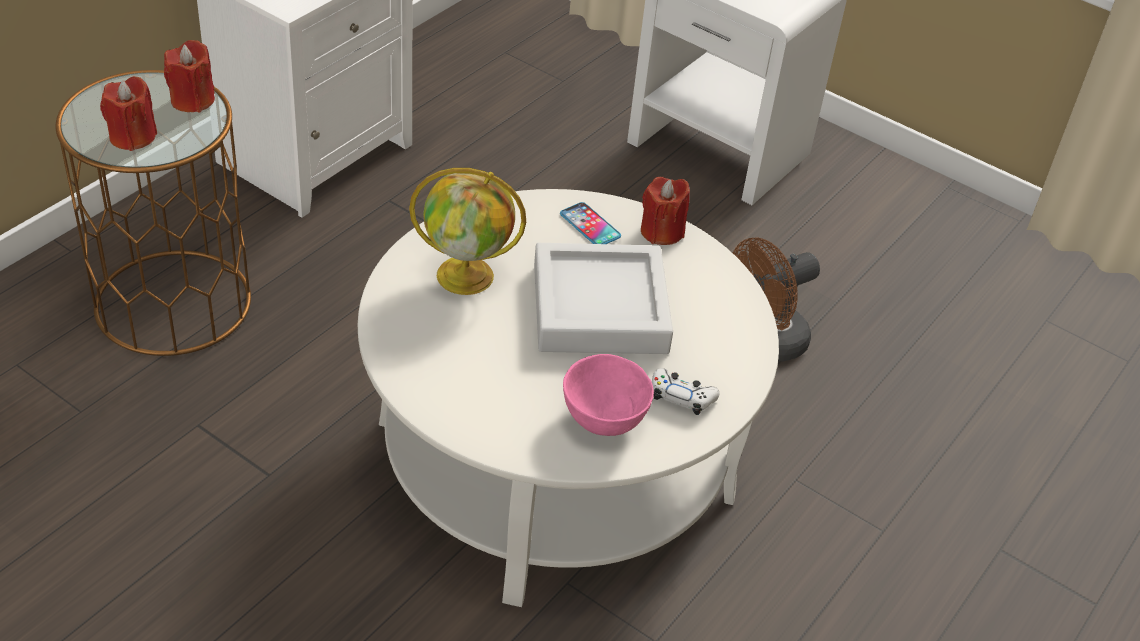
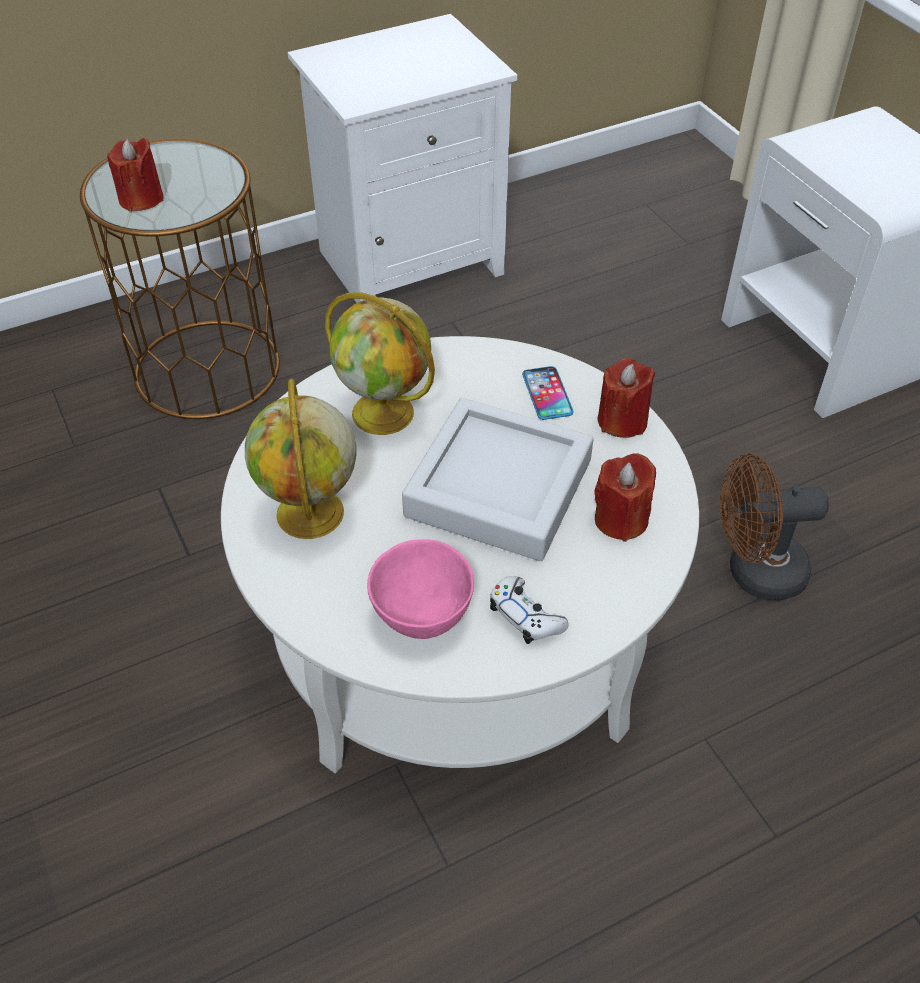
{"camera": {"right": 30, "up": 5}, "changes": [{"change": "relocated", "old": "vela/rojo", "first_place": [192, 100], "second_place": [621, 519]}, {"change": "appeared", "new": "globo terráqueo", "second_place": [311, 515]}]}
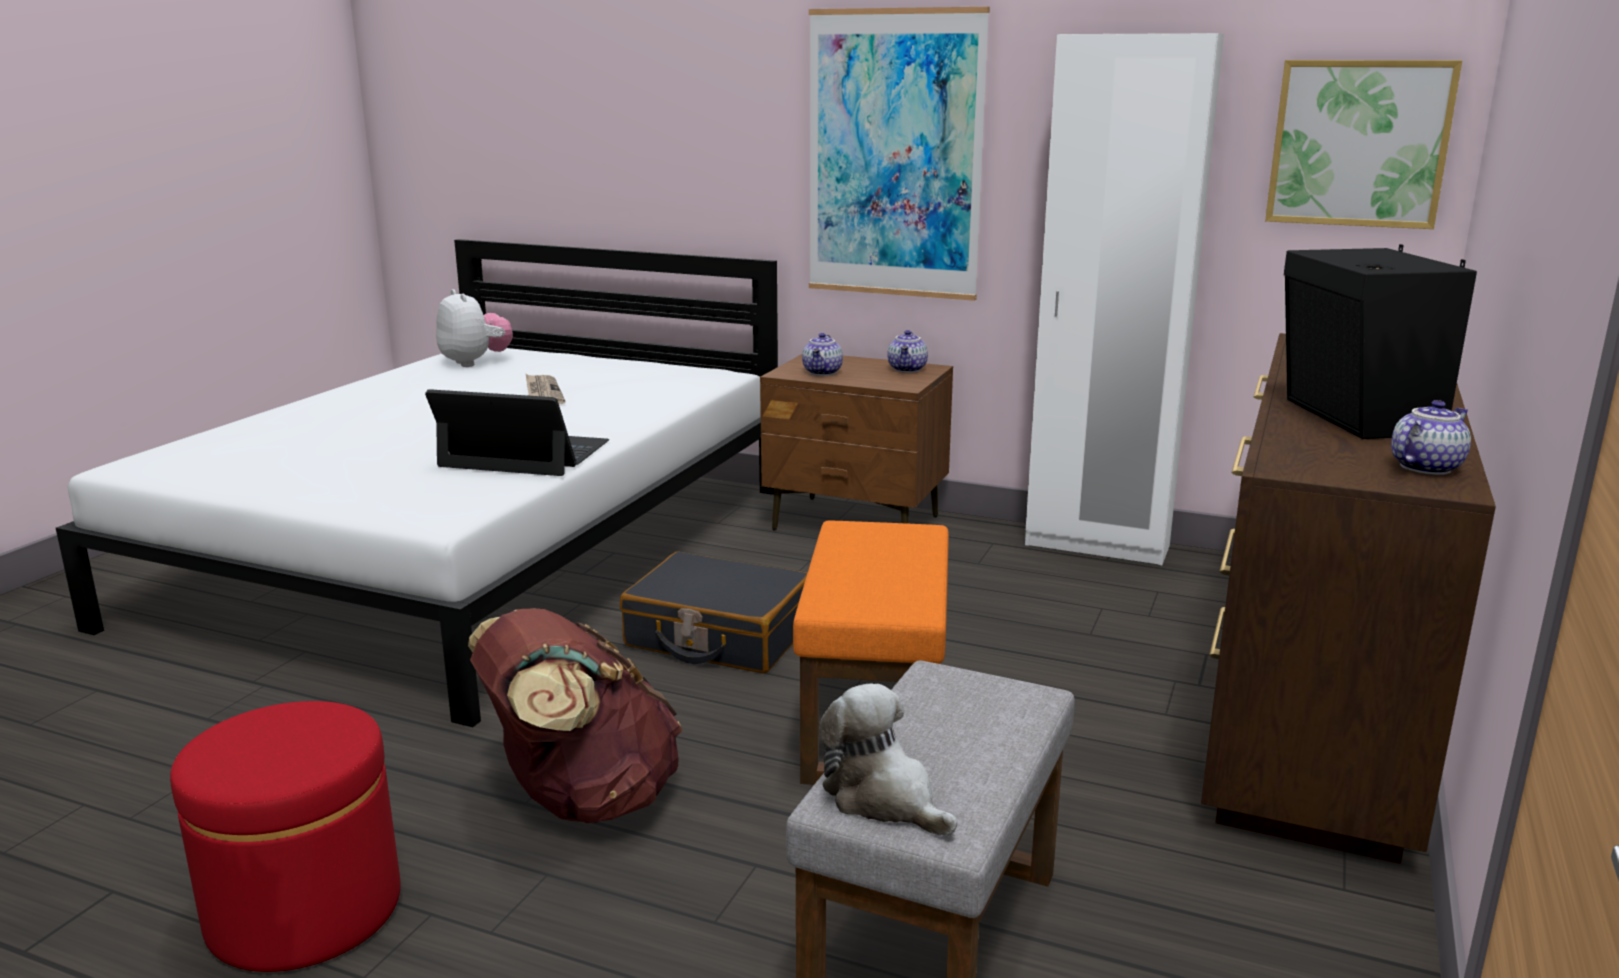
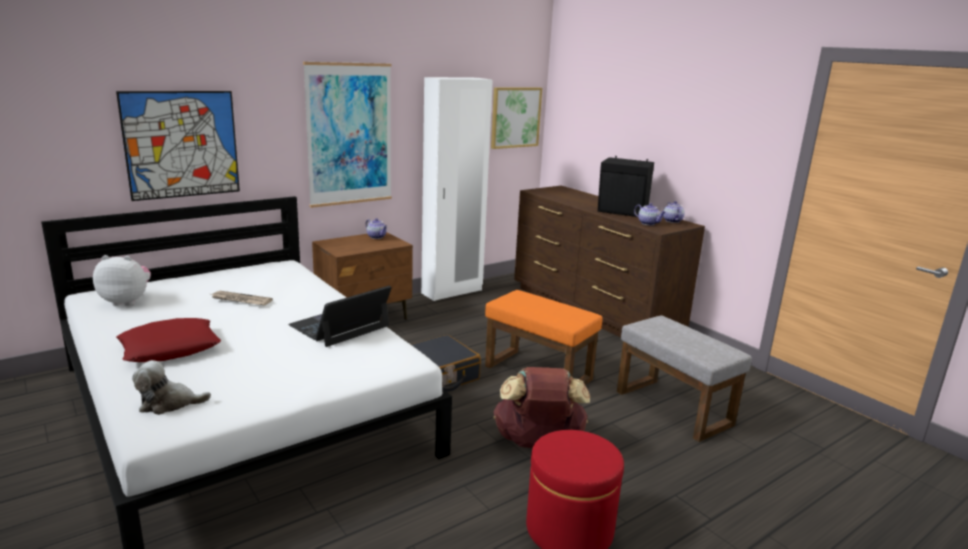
{"camera": {"right": -60, "up": 0}, "changes": [{"change": "relocated", "old": "tetera", "first_place": [823, 372], "second_place": [648, 223]}, {"change": "relocated", "old": "peluche", "first_place": [884, 798], "second_place": [169, 403]}, {"change": "appeared", "new": "cuadro", "second_place": [182, 144]}, {"change": "appeared", "new": "cojín/rojo", "second_place": [170, 348]}]}
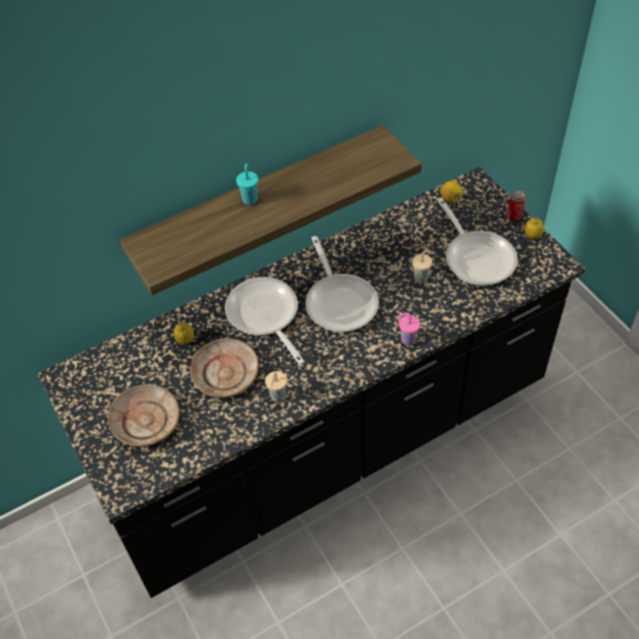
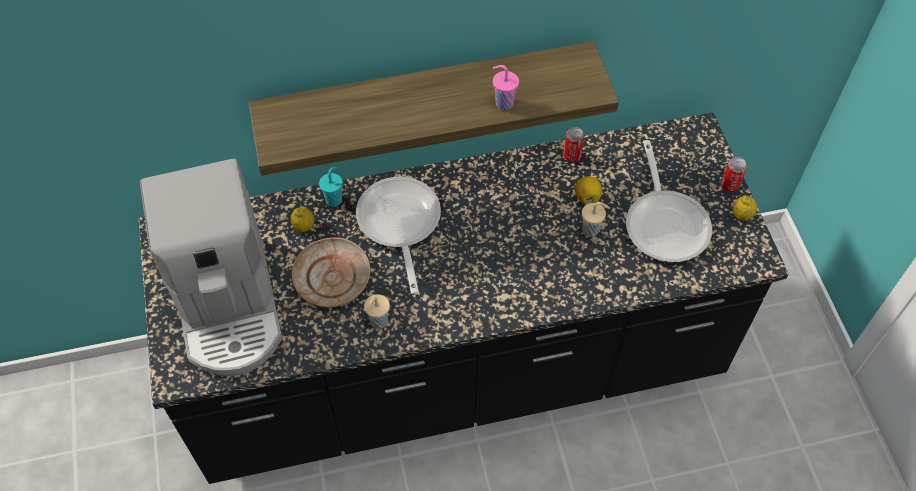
{"camera": {"right": 15, "up": 5}, "changes": [{"change": "relocated", "old": "taza/turquesa", "first_place": [250, 199], "second_place": [334, 199]}, {"change": "relocated", "old": "limón", "first_place": [451, 199], "second_place": [587, 197]}, {"change": "missing", "old": "sartén", "first_place": [340, 301]}, {"change": "relocated", "old": "taza/rosa", "first_place": [407, 339], "second_place": [503, 102]}, {"change": "exchanged", "old": "plato/beis", "new": "cafetera", "first_place": [146, 421], "second_place": [229, 306]}, {"change": "appeared", "new": "lata", "second_place": [572, 156]}]}
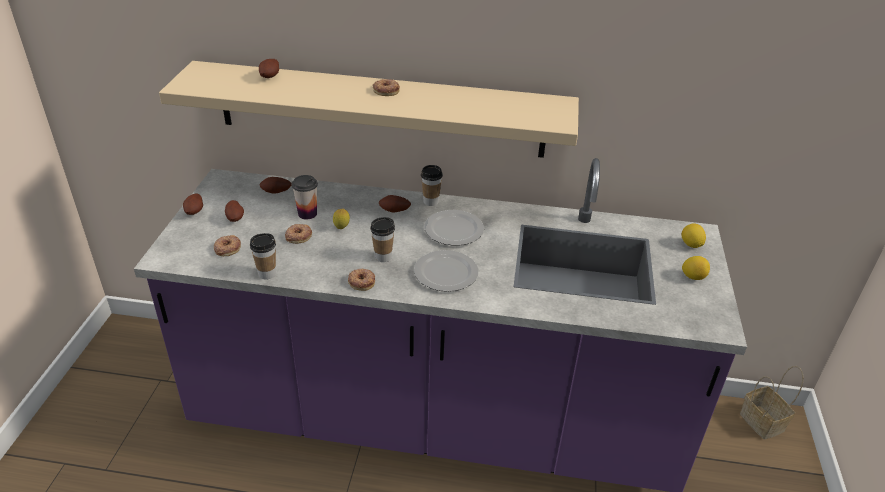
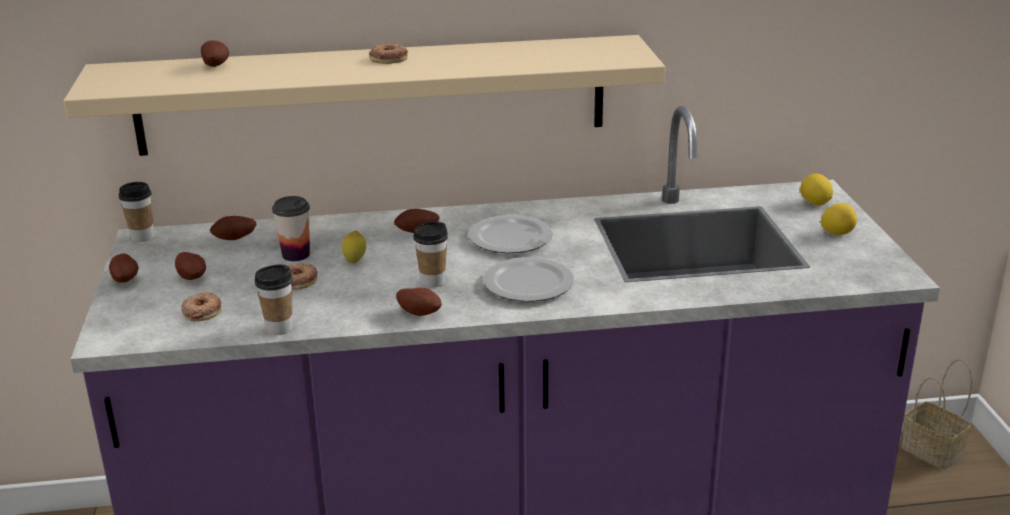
{"camera": {"right": -15, "up": -10}, "changes": [{"change": "relocated", "old": "taza", "first_place": [431, 201], "second_place": [142, 237]}, {"change": "exchanged", "old": "rosquilla", "new": "patata", "first_place": [362, 281], "second_place": [420, 312]}]}
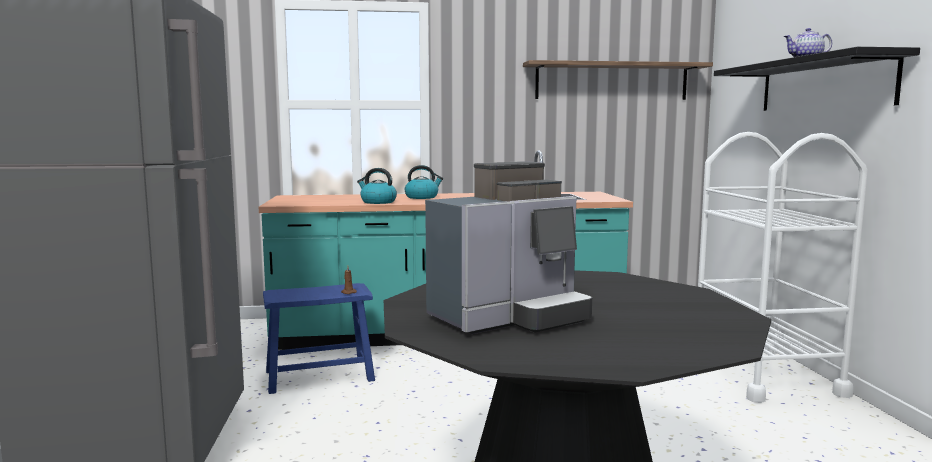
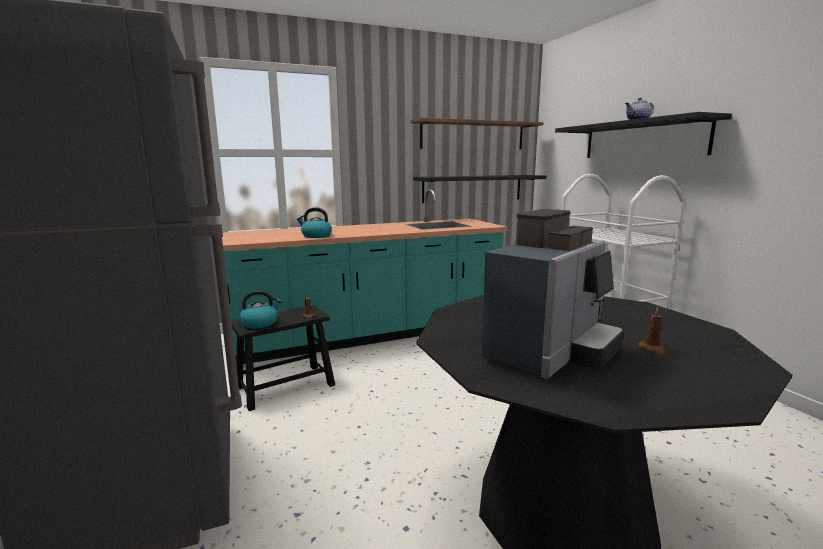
{"camera": {"right": -15, "up": 5}, "changes": [{"change": "relocated", "old": "hervidor", "first_place": [422, 197], "second_place": [260, 323]}, {"change": "colour", "old": "taburete/azul", "new": "taburete/negro", "first_place": [319, 375], "second_place": [285, 386]}, {"change": "appeared", "new": "estante/negro", "second_place": [472, 188]}, {"change": "appeared", "new": "vela/marrón", "second_place": [652, 349]}]}
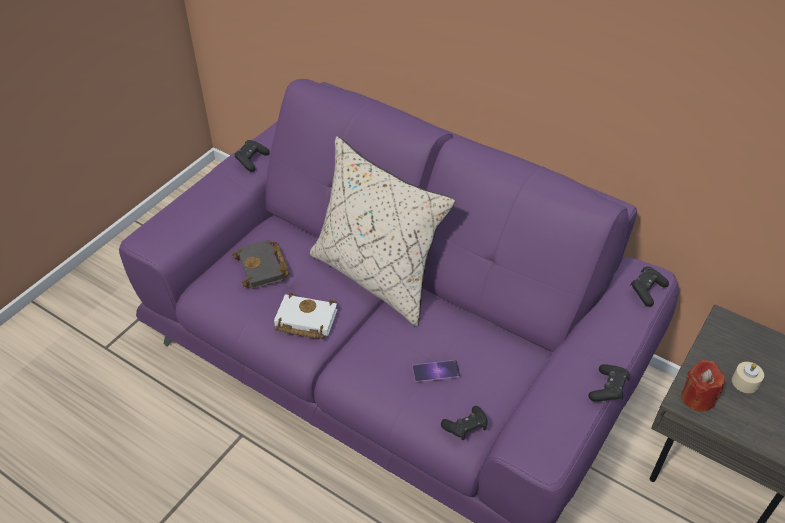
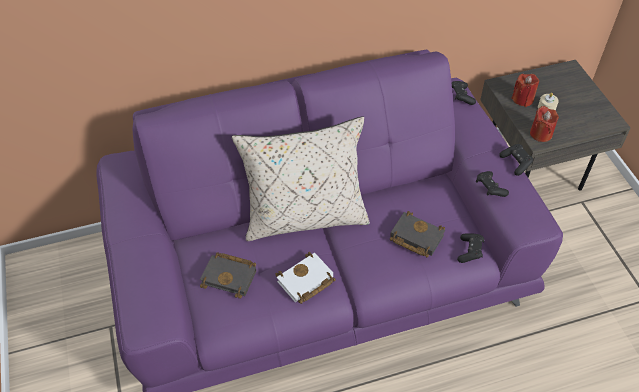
{"camera": {"right": -50, "up": 5}, "changes": [{"change": "relocated", "old": "mando de consola/negro", "first_place": [251, 160], "second_place": [489, 189]}, {"change": "exchanged", "old": "móvil", "new": "libro/negro", "first_place": [436, 371], "second_place": [414, 237]}, {"change": "appeared", "new": "vela/rojo", "second_place": [522, 99]}]}
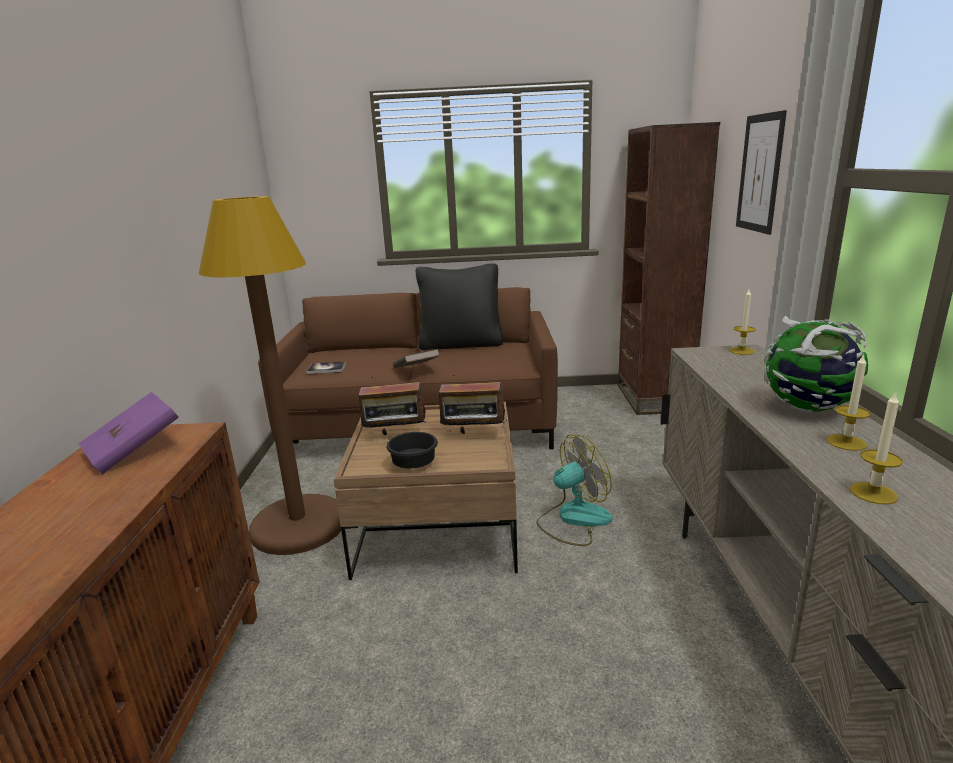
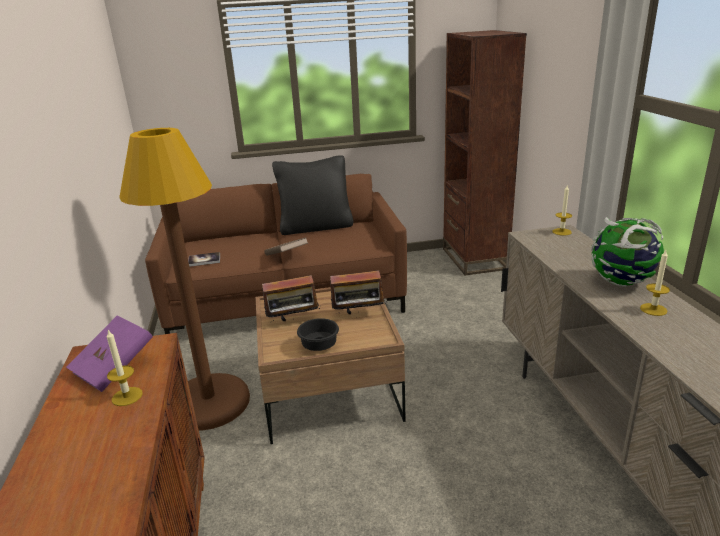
{"camera": {"right": -10, "up": 5}, "changes": [{"change": "missing", "old": "cuadro", "first_place": [760, 173]}, {"change": "relocated", "old": "vela", "first_place": [873, 493], "second_place": [127, 396]}, {"change": "missing", "old": "ventilador", "first_place": [573, 519]}]}
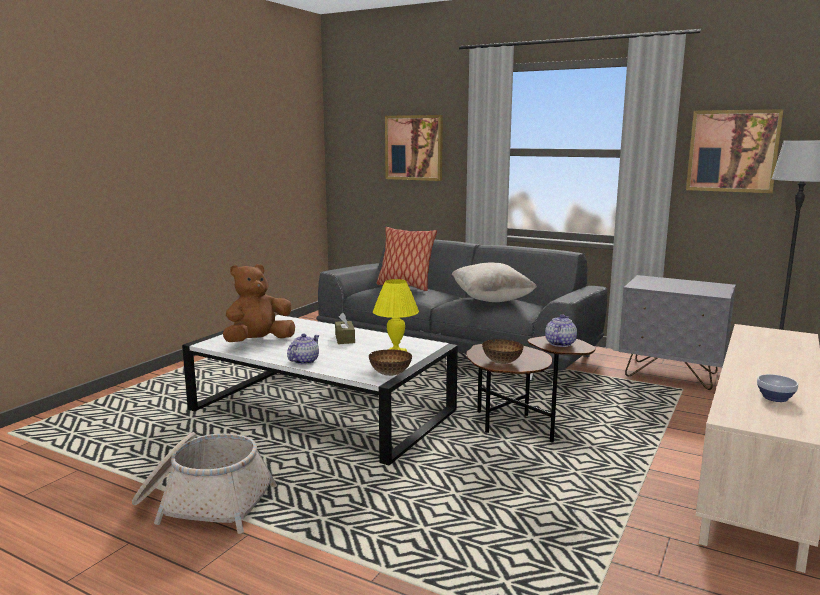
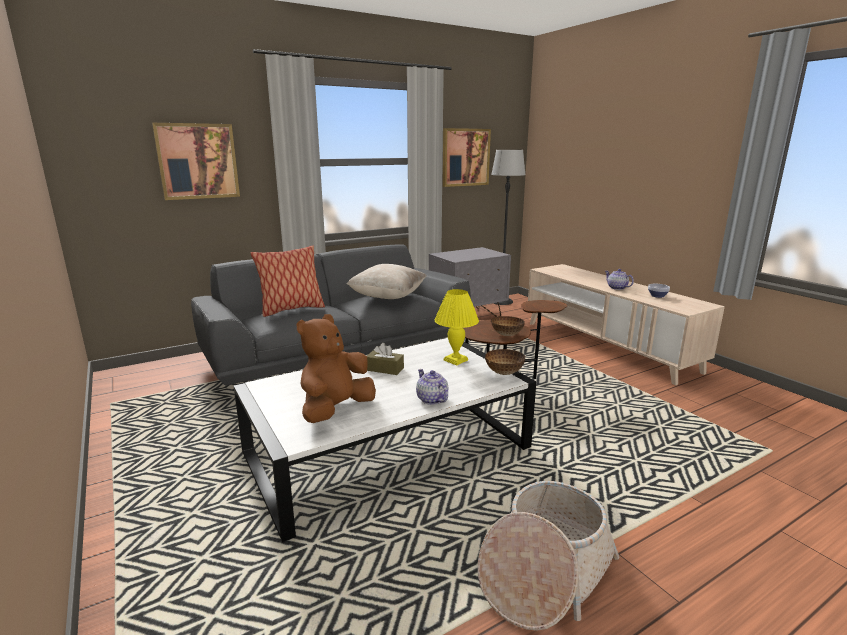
{"camera": {"right": -60, "up": 5}, "changes": [{"change": "spun", "old": "peluche/marrón", "first_place": [258, 342], "second_place": [336, 410], "degrees": 45}, {"change": "relocated", "old": "tetera", "first_place": [559, 343], "second_place": [616, 288]}]}
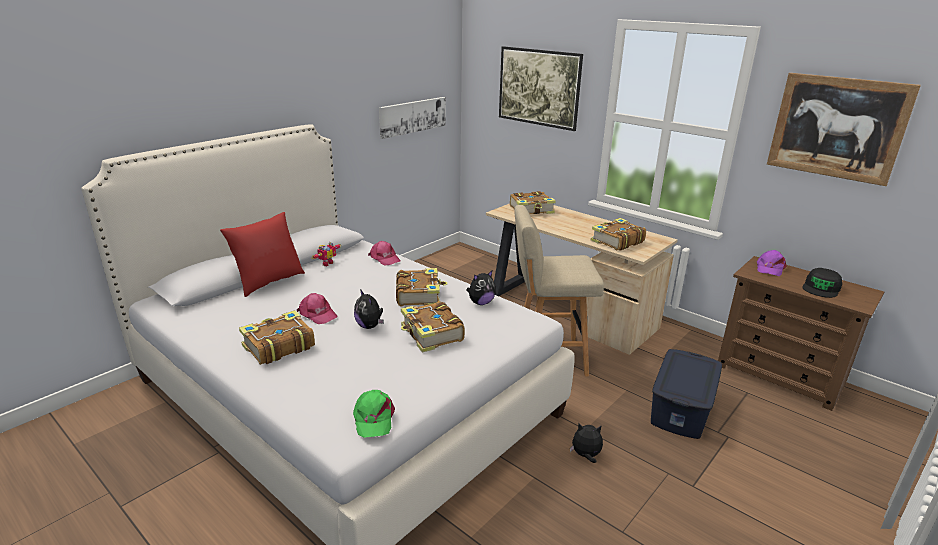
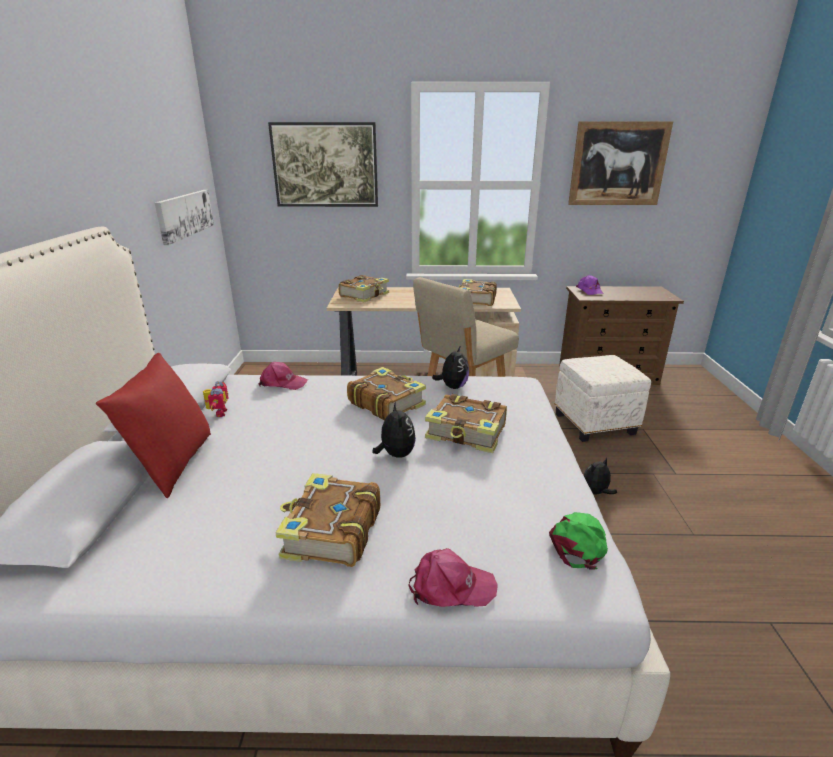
{"camera": {"right": -40, "up": 0}, "changes": [{"change": "missing", "old": "gorra/negro", "first_place": [821, 288]}, {"change": "spun", "old": "peluche", "first_place": [370, 326], "second_place": [395, 454], "degrees": -120}, {"change": "relocated", "old": "gorra/rosa", "first_place": [317, 314], "second_place": [450, 587]}, {"change": "exchanged", "old": "caja de almacenaje/azul", "new": "puf/blanco", "first_place": [682, 408], "second_place": [595, 423]}, {"change": "spun", "old": "gorra/verde", "first_place": [373, 418], "second_place": [579, 542], "degrees": -105}]}
